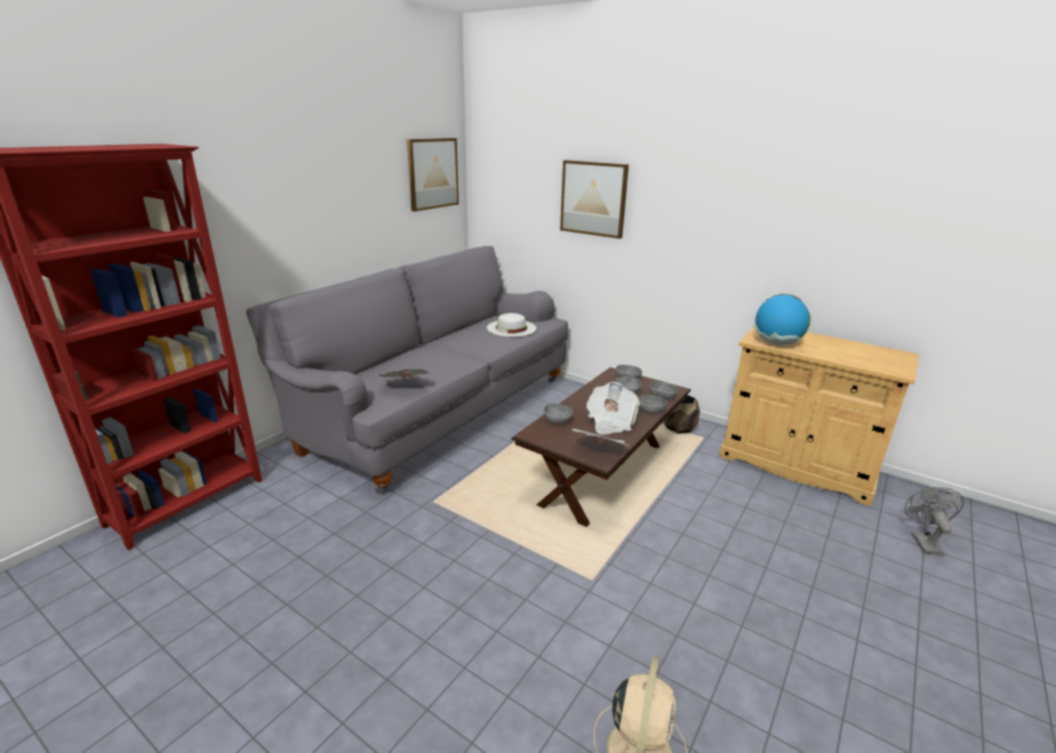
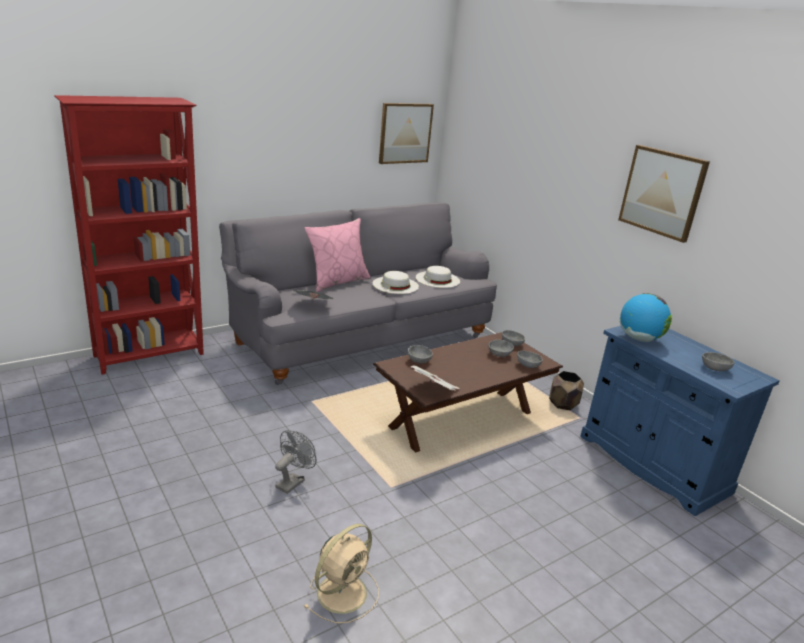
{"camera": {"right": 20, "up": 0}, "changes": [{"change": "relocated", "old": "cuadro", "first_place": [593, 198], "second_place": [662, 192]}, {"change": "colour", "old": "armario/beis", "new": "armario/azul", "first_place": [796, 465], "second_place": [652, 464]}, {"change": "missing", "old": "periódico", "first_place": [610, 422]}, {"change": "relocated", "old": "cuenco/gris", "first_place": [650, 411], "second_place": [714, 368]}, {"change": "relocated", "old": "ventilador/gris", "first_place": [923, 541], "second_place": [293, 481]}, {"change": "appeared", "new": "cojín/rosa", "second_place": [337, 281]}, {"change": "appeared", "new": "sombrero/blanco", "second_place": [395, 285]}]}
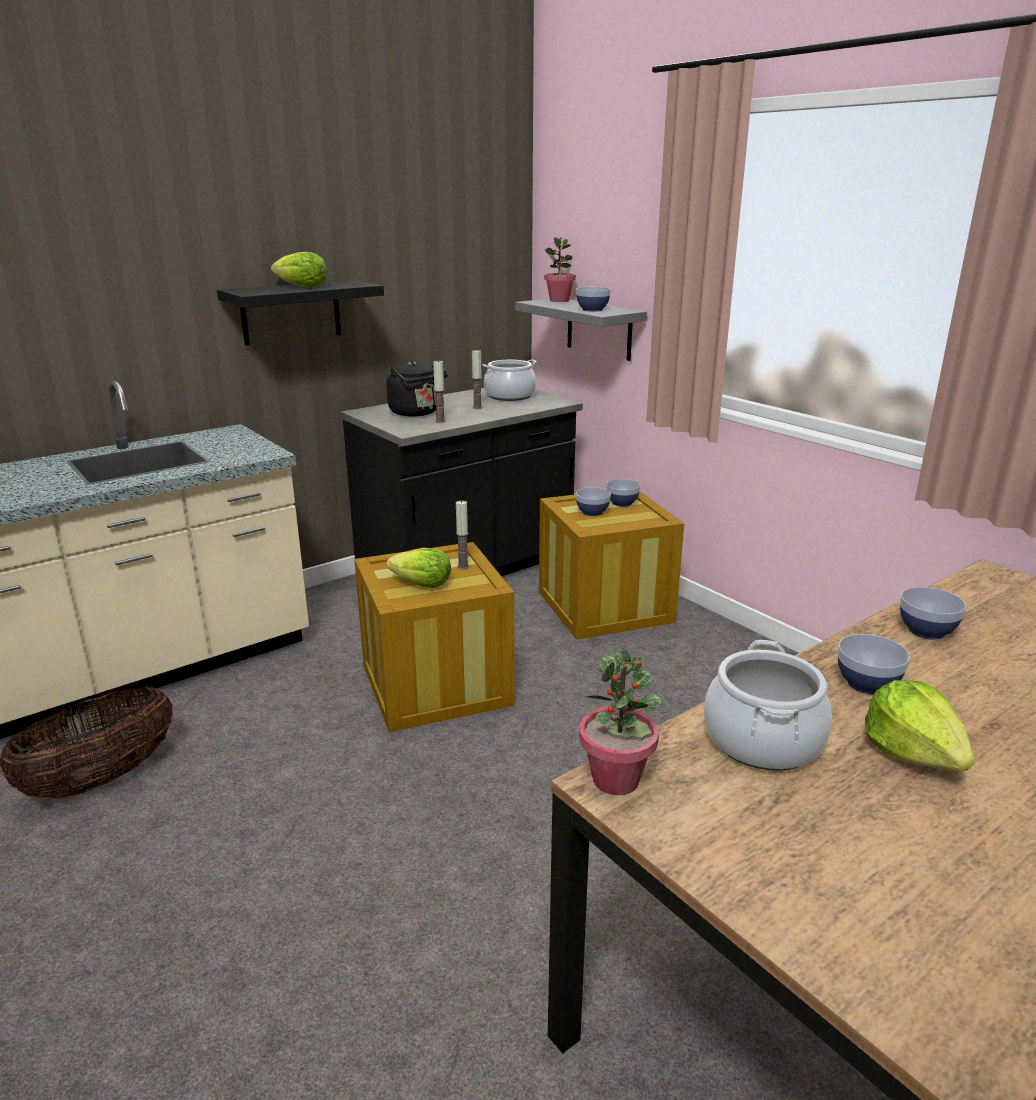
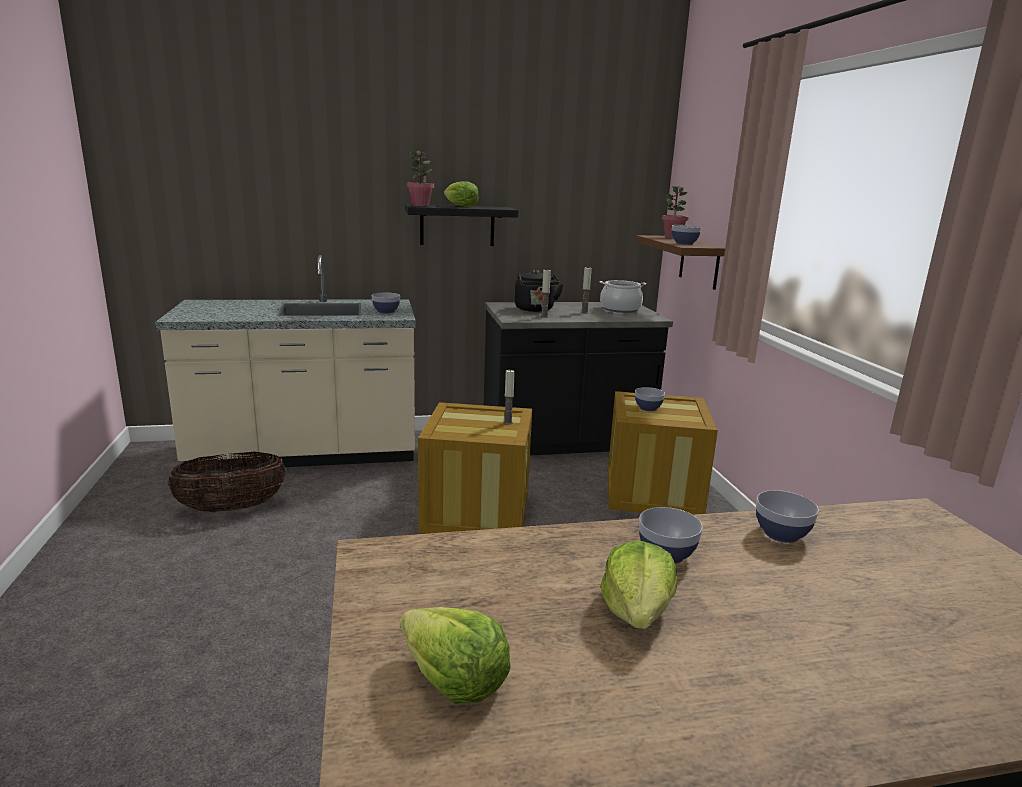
{"camera": {"right": 25, "up": -5}, "changes": [{"change": "colour", "old": "estante/gris", "new": "estante/marrón", "first_place": [599, 329], "second_place": [699, 262]}, {"change": "relocated", "old": "cuenco", "first_place": [622, 503], "second_place": [386, 311]}, {"change": "relocated", "old": "lechuga", "first_place": [422, 584], "second_place": [454, 680]}, {"change": "missing", "old": "olla", "first_place": [762, 740]}, {"change": "relocated", "old": "planta en maceta", "first_place": [616, 780], "second_place": [420, 206]}]}
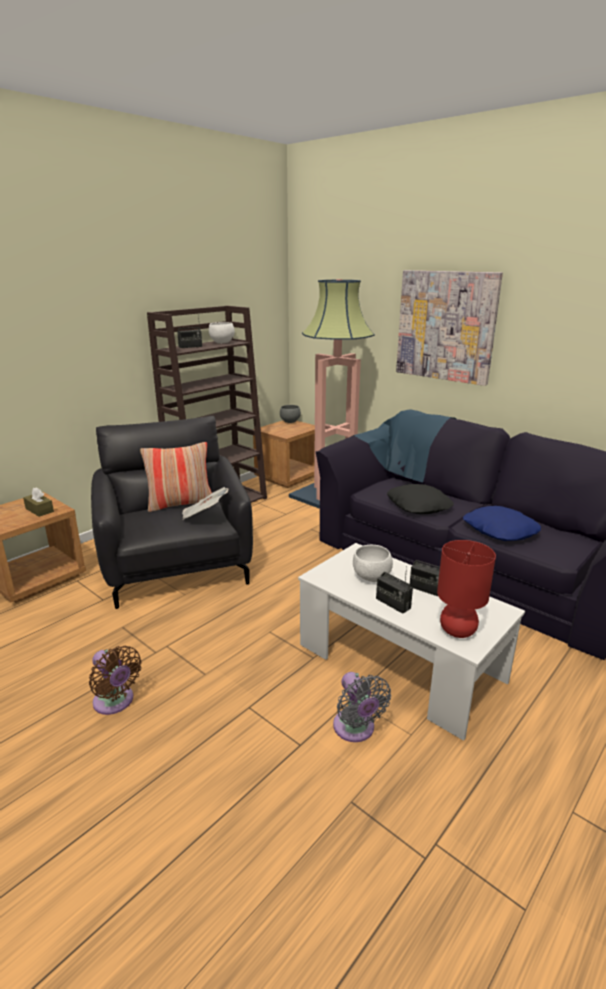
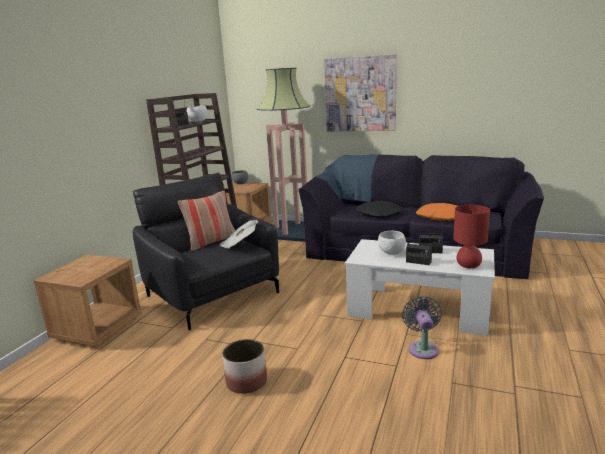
{"camera": {"right": -20, "up": -5}, "changes": [{"change": "missing", "old": "caja de pañuelos/marrón", "first_place": [39, 510]}, {"change": "colour", "old": "cojín/azul", "new": "cojín/naranja", "first_place": [499, 530], "second_place": [440, 217]}, {"change": "exchanged", "old": "ventilador/marrón", "new": "maceta", "first_place": [115, 702], "second_place": [246, 381]}, {"change": "spun", "old": "ventilador/gris", "first_place": [355, 729], "second_place": [423, 348], "degrees": -135}]}
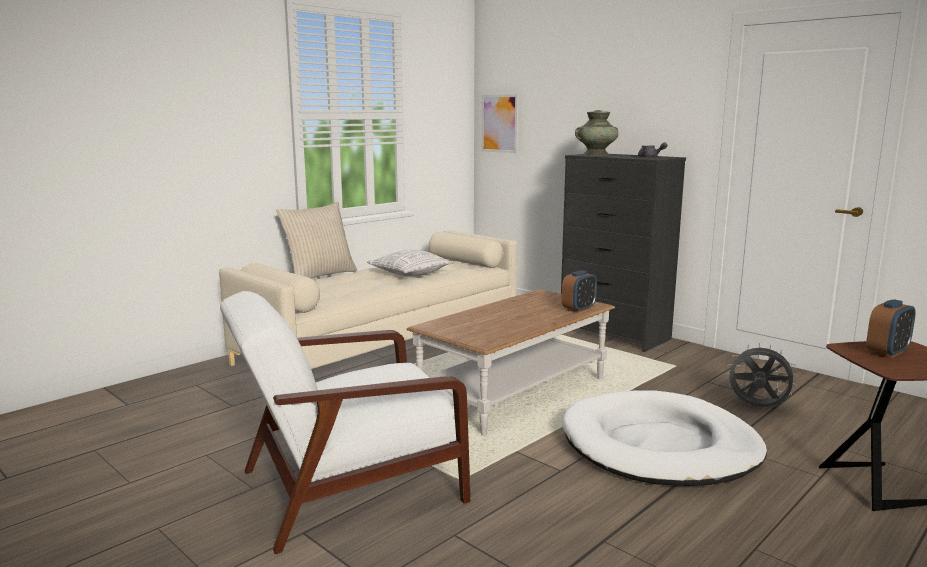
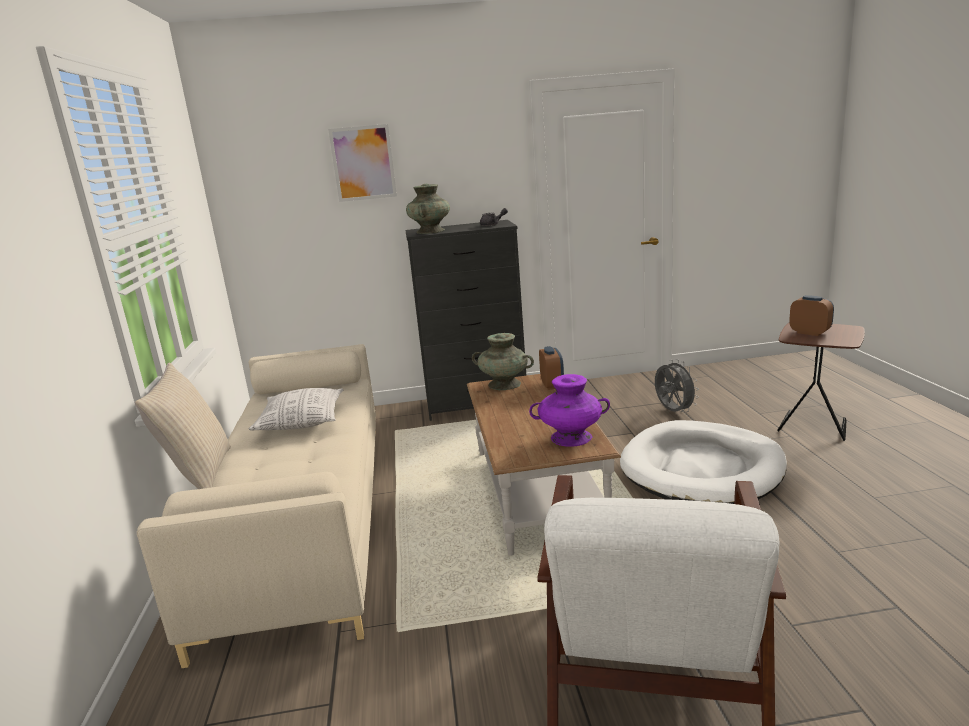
{"camera": {"right": -50, "up": 5}, "changes": [{"change": "relocated", "old": "cuadro", "first_place": [499, 123], "second_place": [363, 163]}, {"change": "spun", "old": "despertador", "first_place": [887, 352], "second_place": [810, 332], "degrees": -45}, {"change": "spun", "old": "ventilador/gris", "first_place": [757, 407], "second_place": [673, 411], "degrees": 90}, {"change": "appeared", "new": "florero/turquesa", "second_place": [504, 384]}, {"change": "appeared", "new": "florero/morado", "second_place": [570, 438]}]}
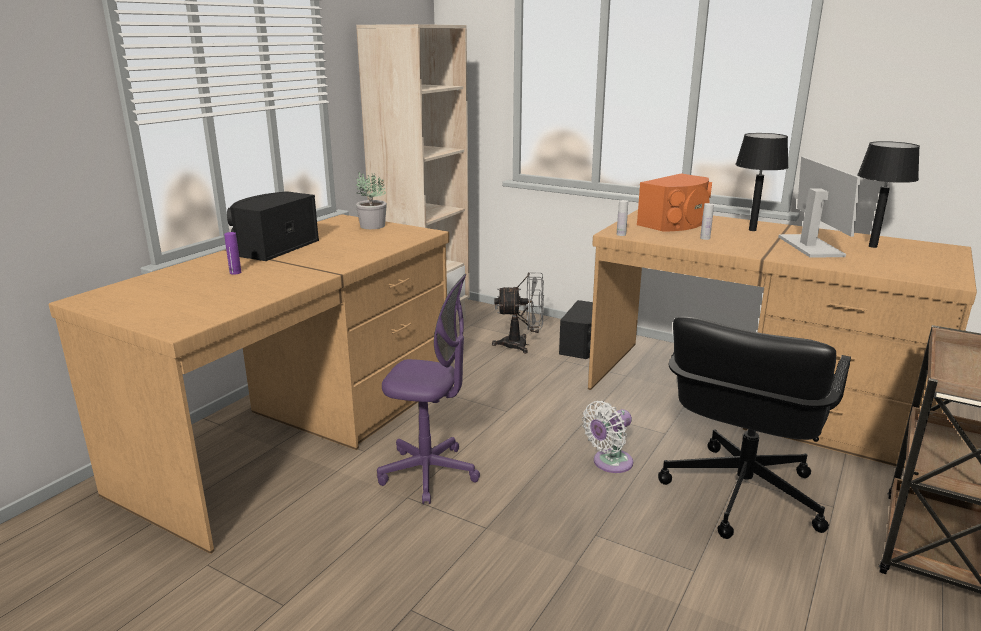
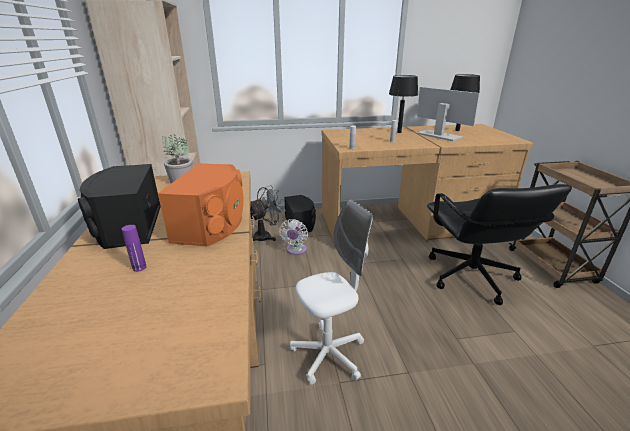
{"camera": {"right": -40, "up": 5}, "changes": [{"change": "relocated", "old": "altavoz/naranja", "first_place": [675, 223], "second_place": [212, 224]}, {"change": "colour", "old": "silla de oficina/morado", "new": "silla de oficina/blanco", "first_place": [428, 473], "second_place": [328, 355]}, {"change": "relocated", "old": "ventilador/blanco", "first_place": [609, 463], "second_place": [295, 250]}]}
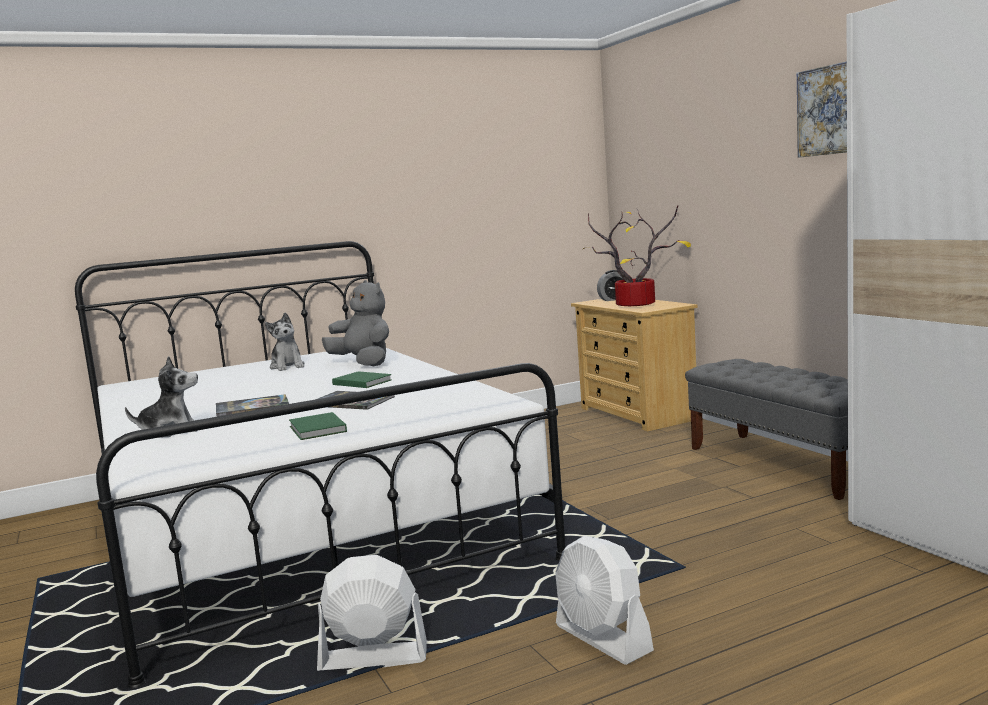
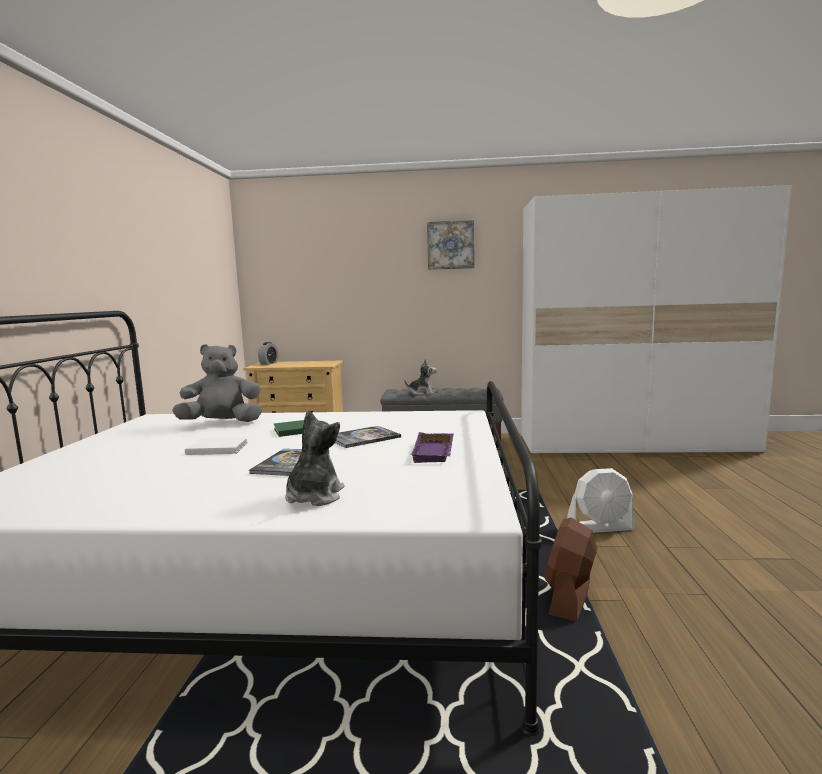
{"camera": {"right": -60, "up": 0}, "changes": [{"change": "missing", "old": "planta en maceta", "first_place": [638, 304]}, {"change": "relocated", "old": "peluche", "first_place": [287, 366], "second_place": [422, 393]}, {"change": "exchanged", "old": "libro/verde", "new": "bandeja/morado", "first_place": [317, 429], "second_place": [435, 453]}, {"change": "colour", "old": "ventilador/blanco", "new": "ventilador/marrón", "first_place": [372, 657], "second_place": [569, 597]}, {"change": "appeared", "new": "libro/blanco", "second_place": [216, 448]}]}
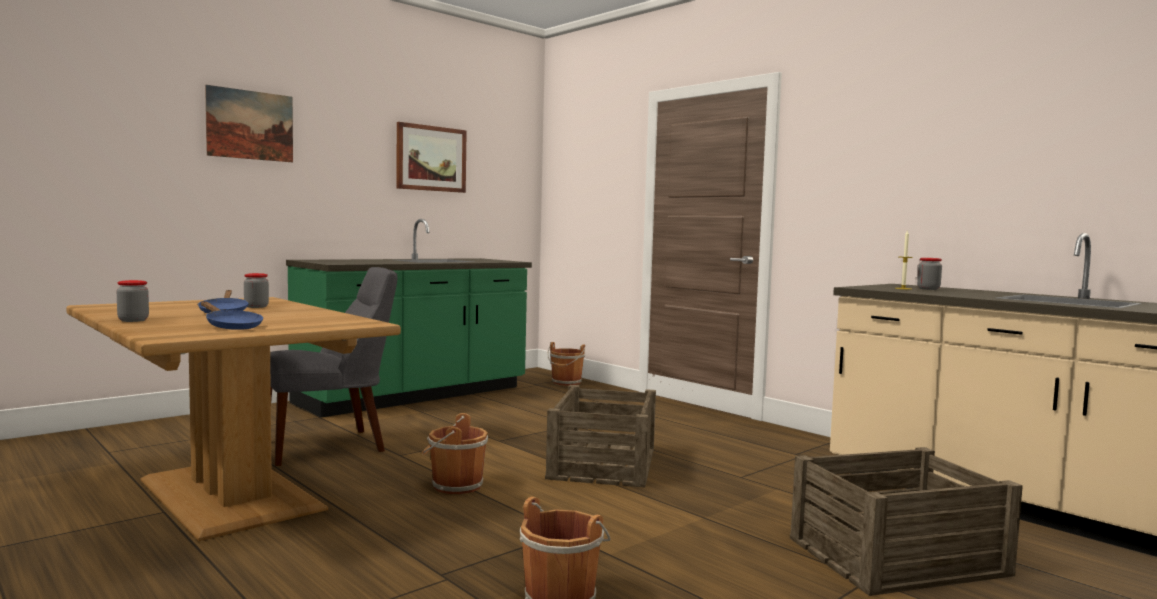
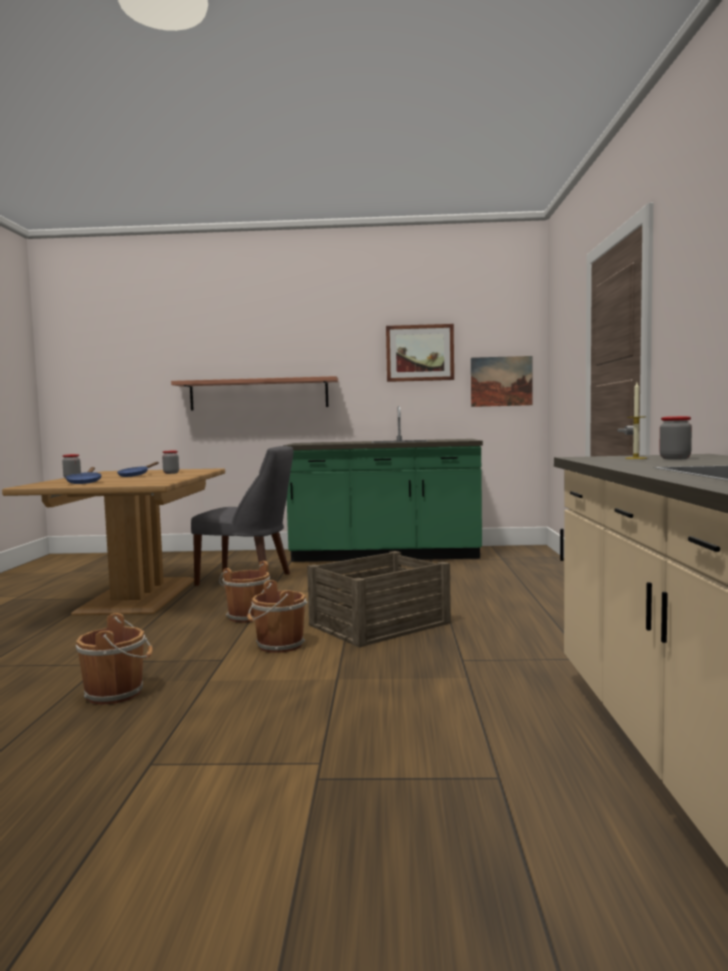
{"camera": {"right": 45, "up": 0}, "changes": [{"change": "relocated", "old": "cuadro", "first_place": [250, 125], "second_place": [501, 381]}, {"change": "relocated", "old": "cubo/marrón", "first_place": [566, 382], "second_place": [278, 645]}, {"change": "missing", "old": "caja de embalaje", "first_place": [898, 557]}, {"change": "appeared", "new": "estante", "second_place": [259, 394]}]}
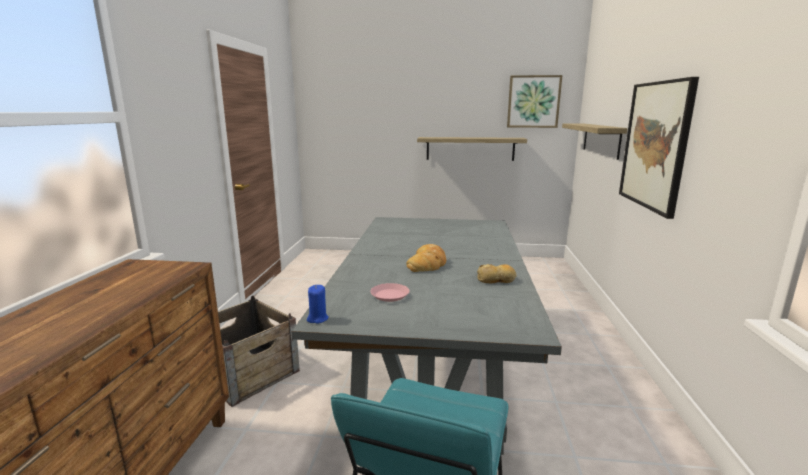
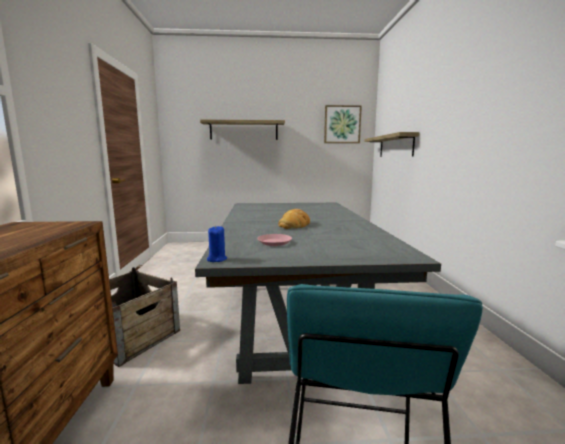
{"camera": {"right": -10, "up": -5}, "changes": [{"change": "missing", "old": "cuadro", "first_place": [655, 145]}, {"change": "relocated", "old": "estante", "first_place": [470, 148], "second_place": [244, 130]}, {"change": "missing", "old": "pan", "first_place": [496, 280]}]}
